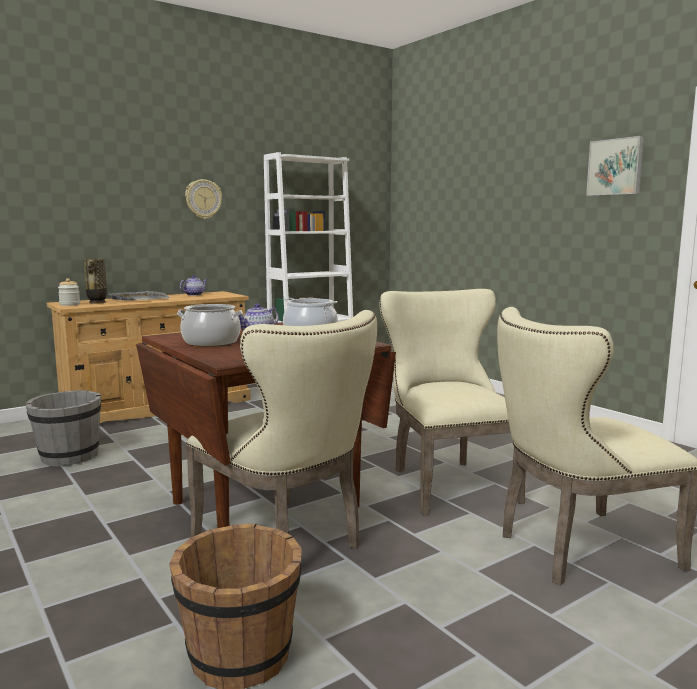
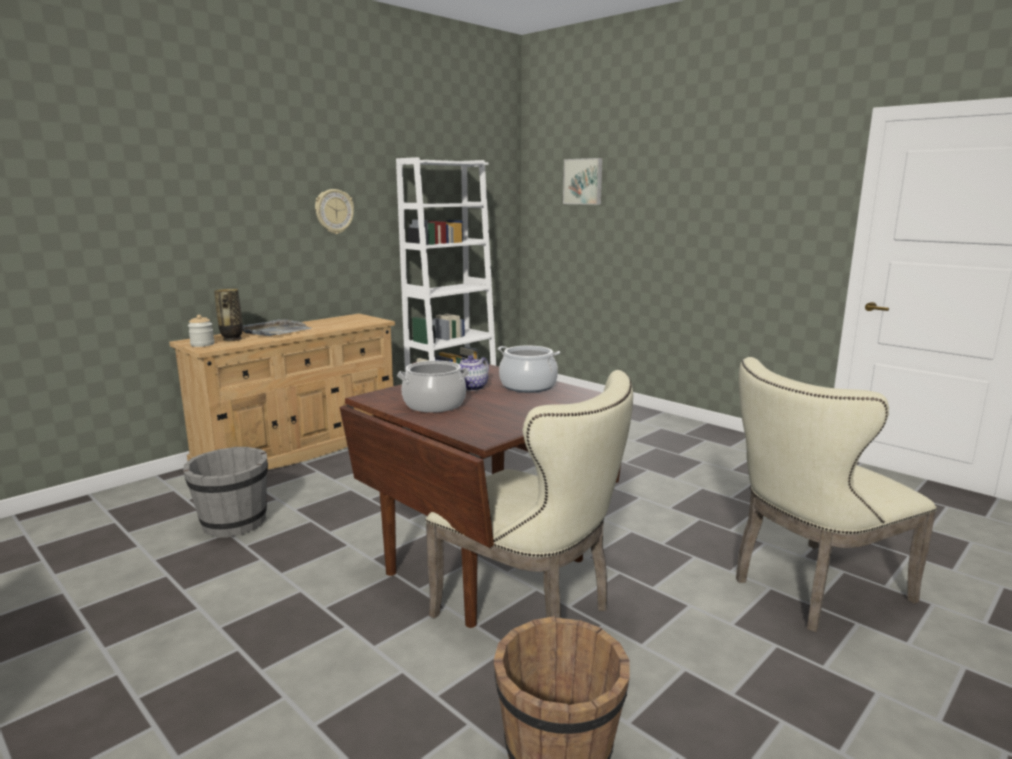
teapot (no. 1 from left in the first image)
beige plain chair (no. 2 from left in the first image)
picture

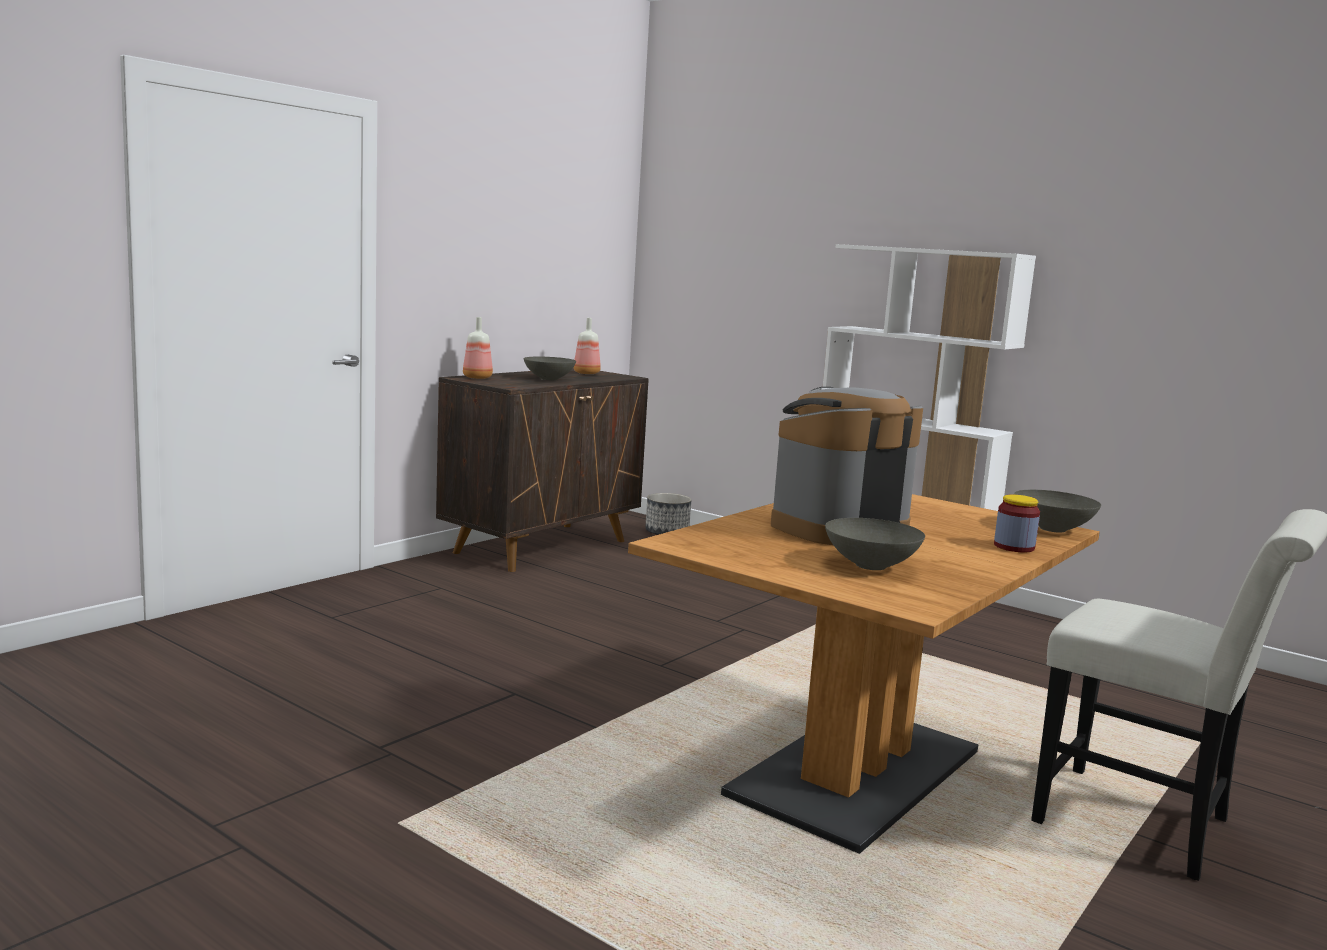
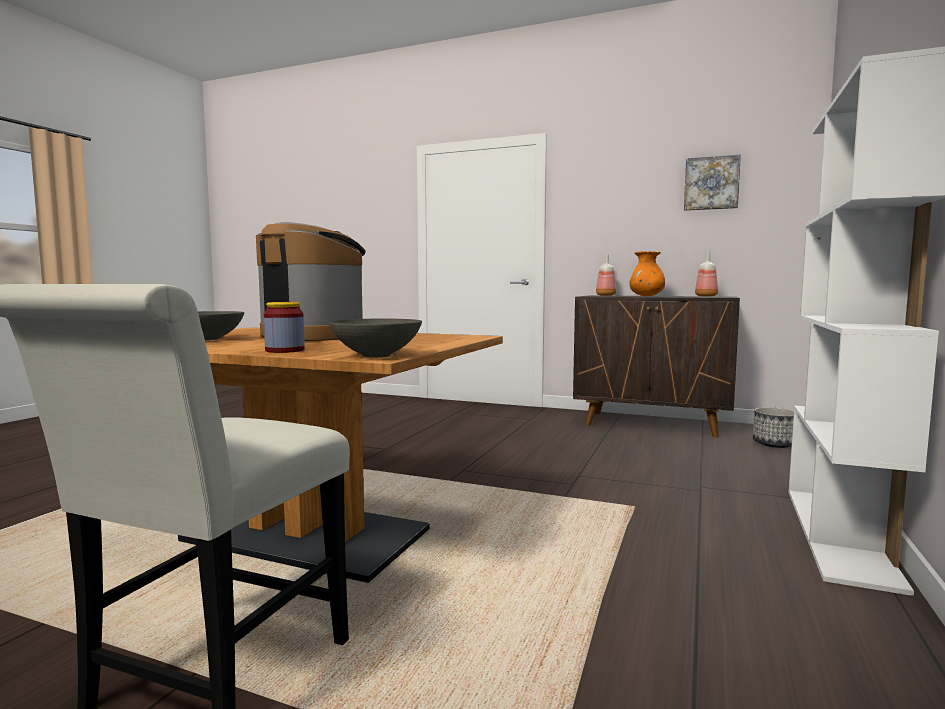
orange-coloured vase
picture

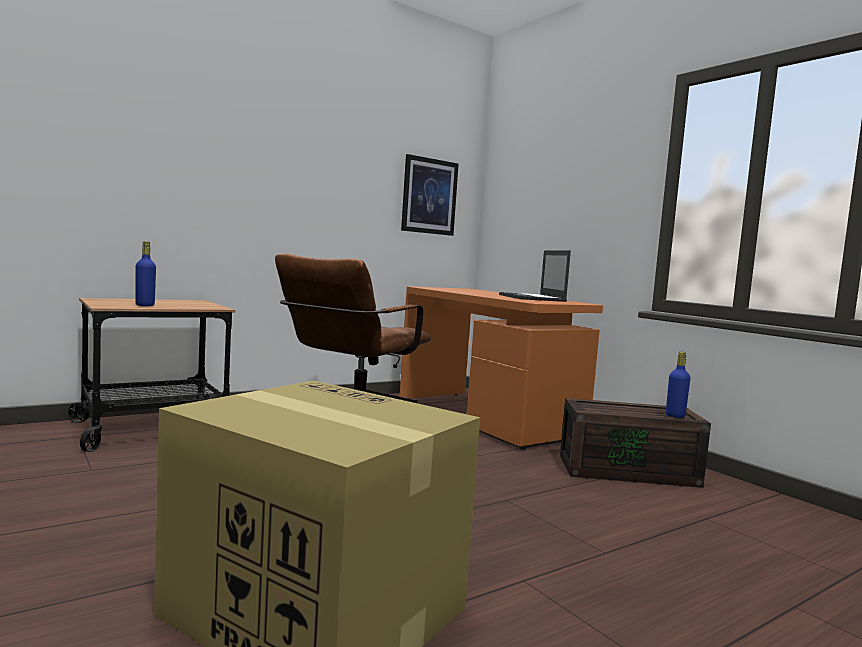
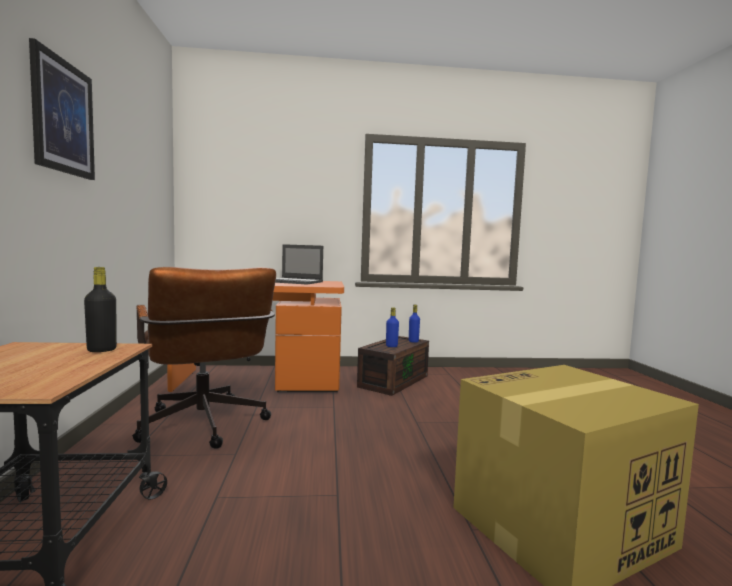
blue-coloured bottle (no. 1 from left)
picture
blackish bottle

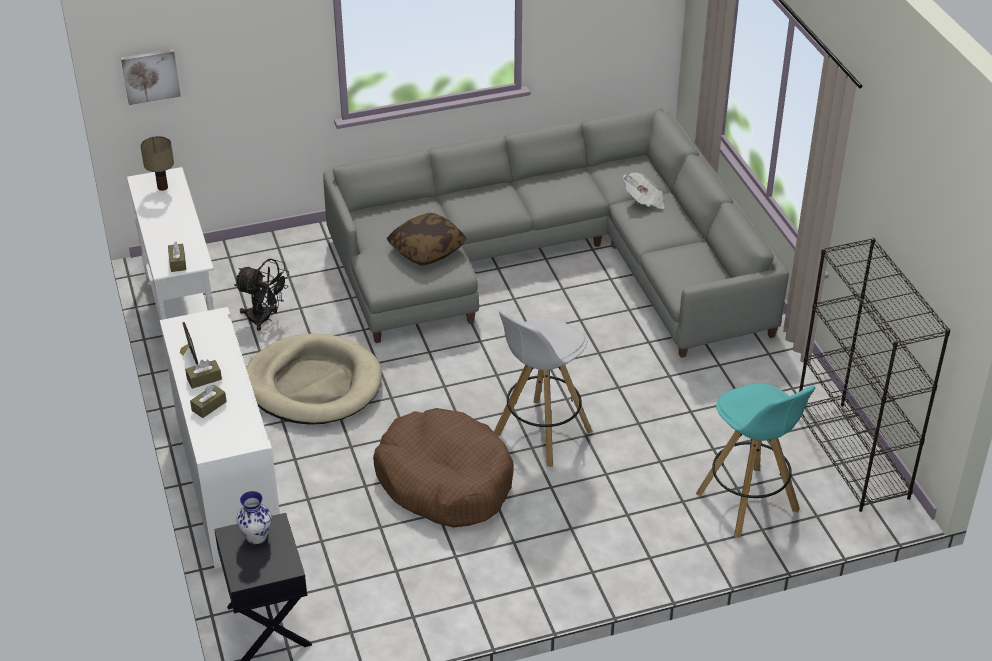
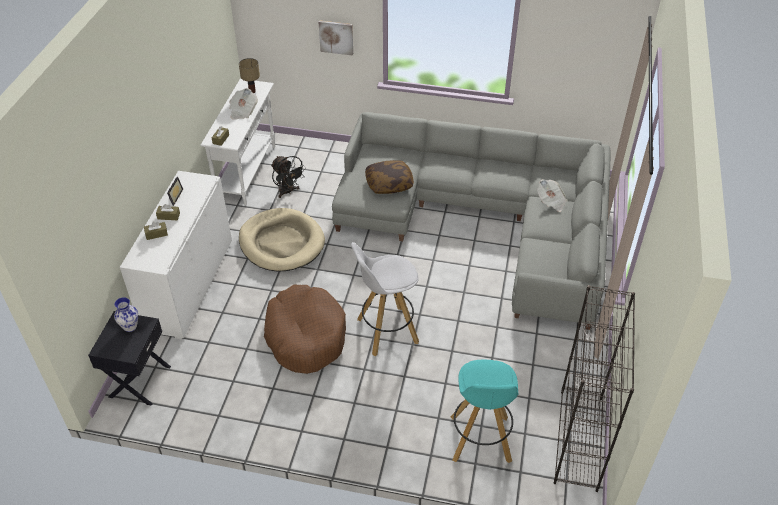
picture
daily paper (no. 1 from left)

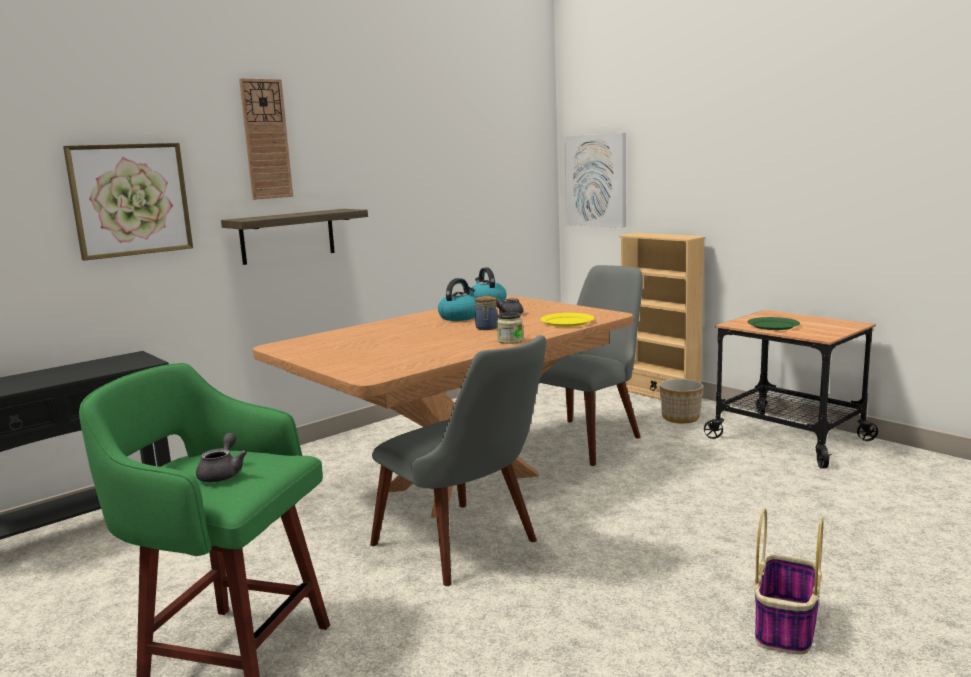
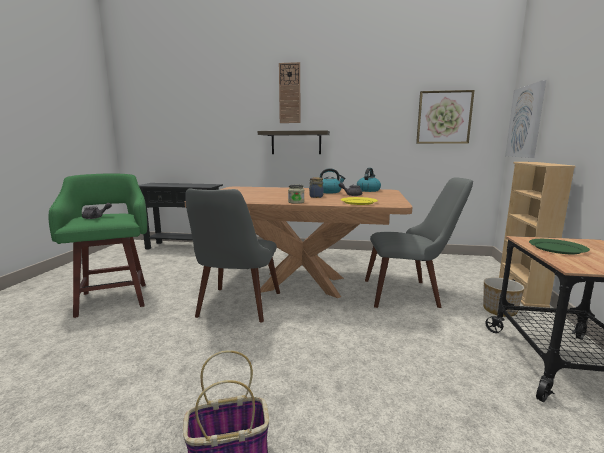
picture (no. 1 from left)

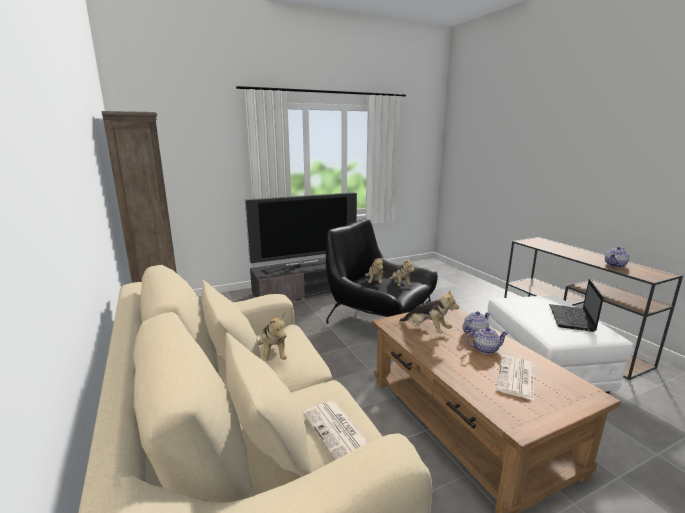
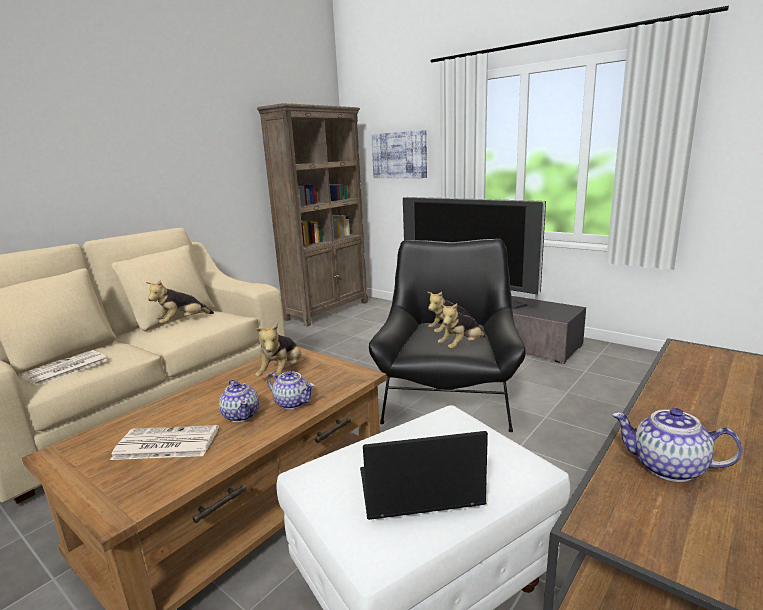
picture

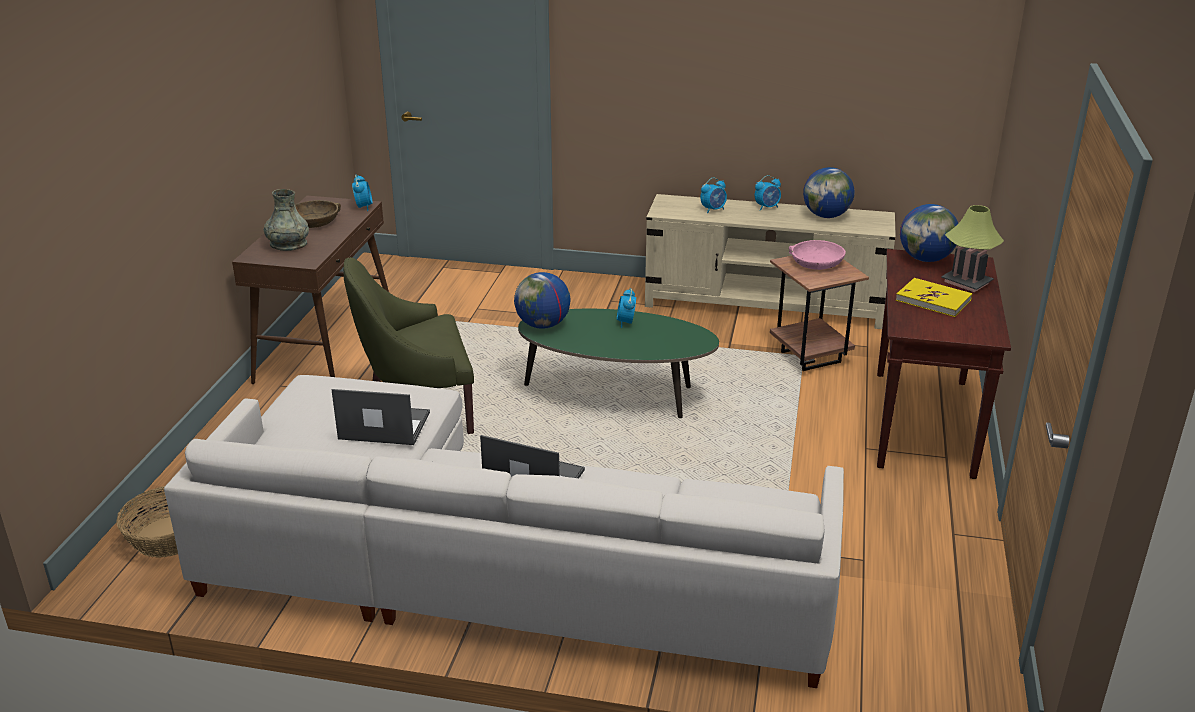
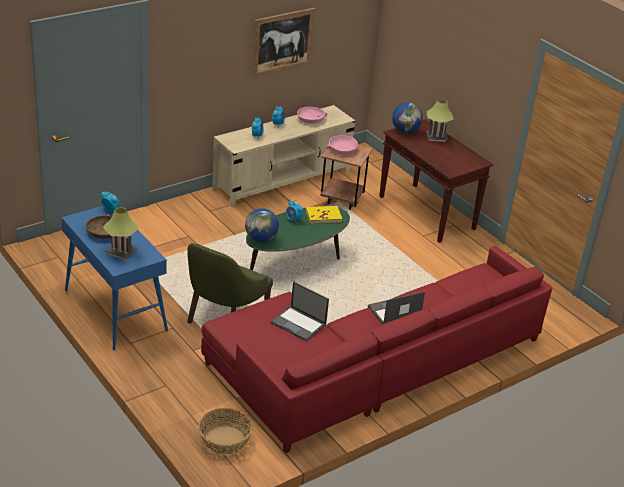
red settee
blue-coloured narrow table
lamp for a table (no. 1 from left)
notebook computer (no. 1 from left)
pinkish serving bowl (no. 1 from left)
yellow volume
picture

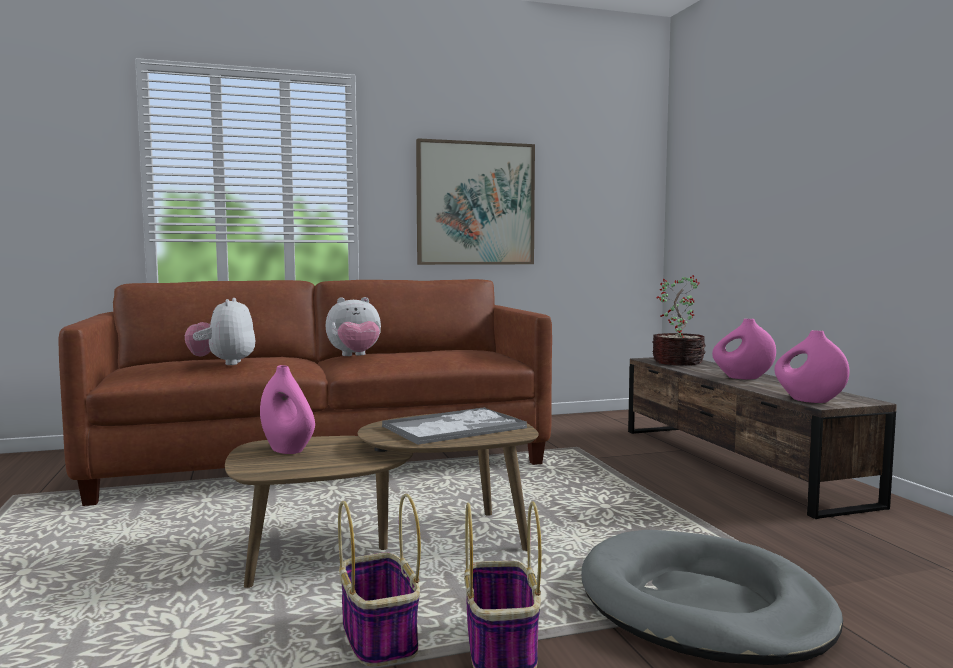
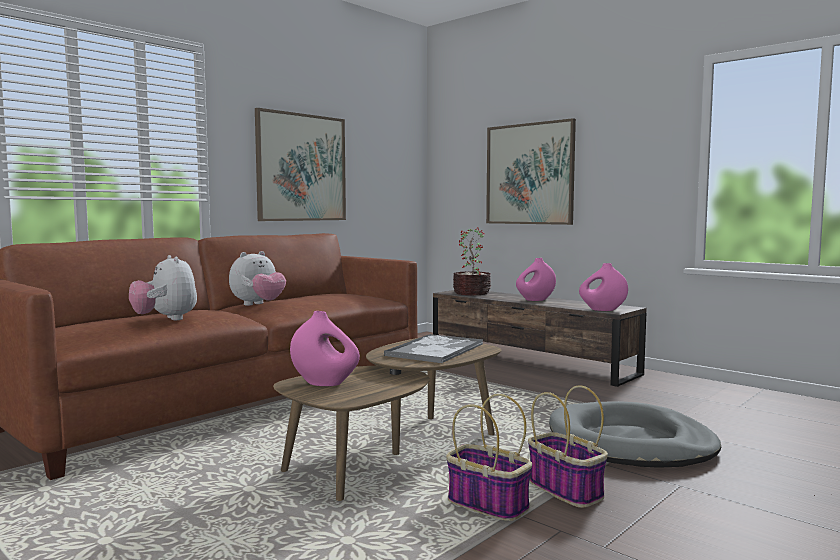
picture (no. 2 from left)

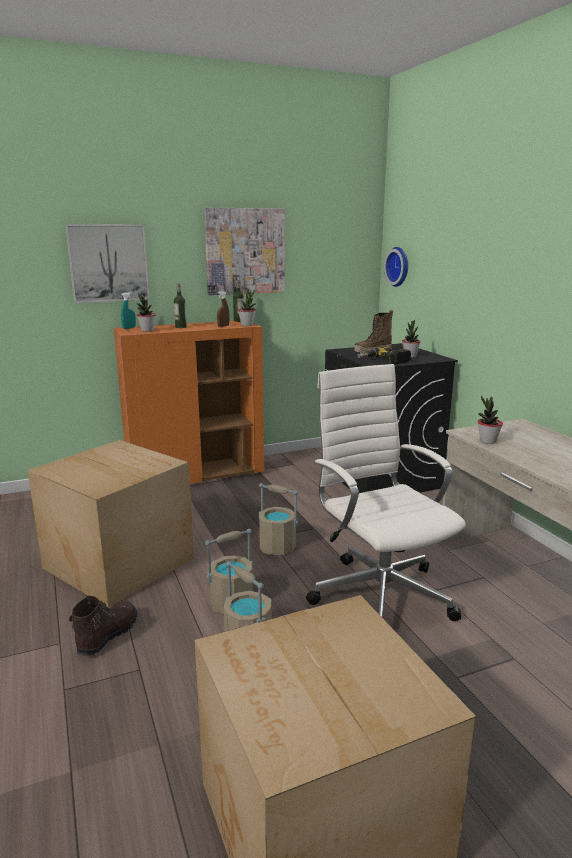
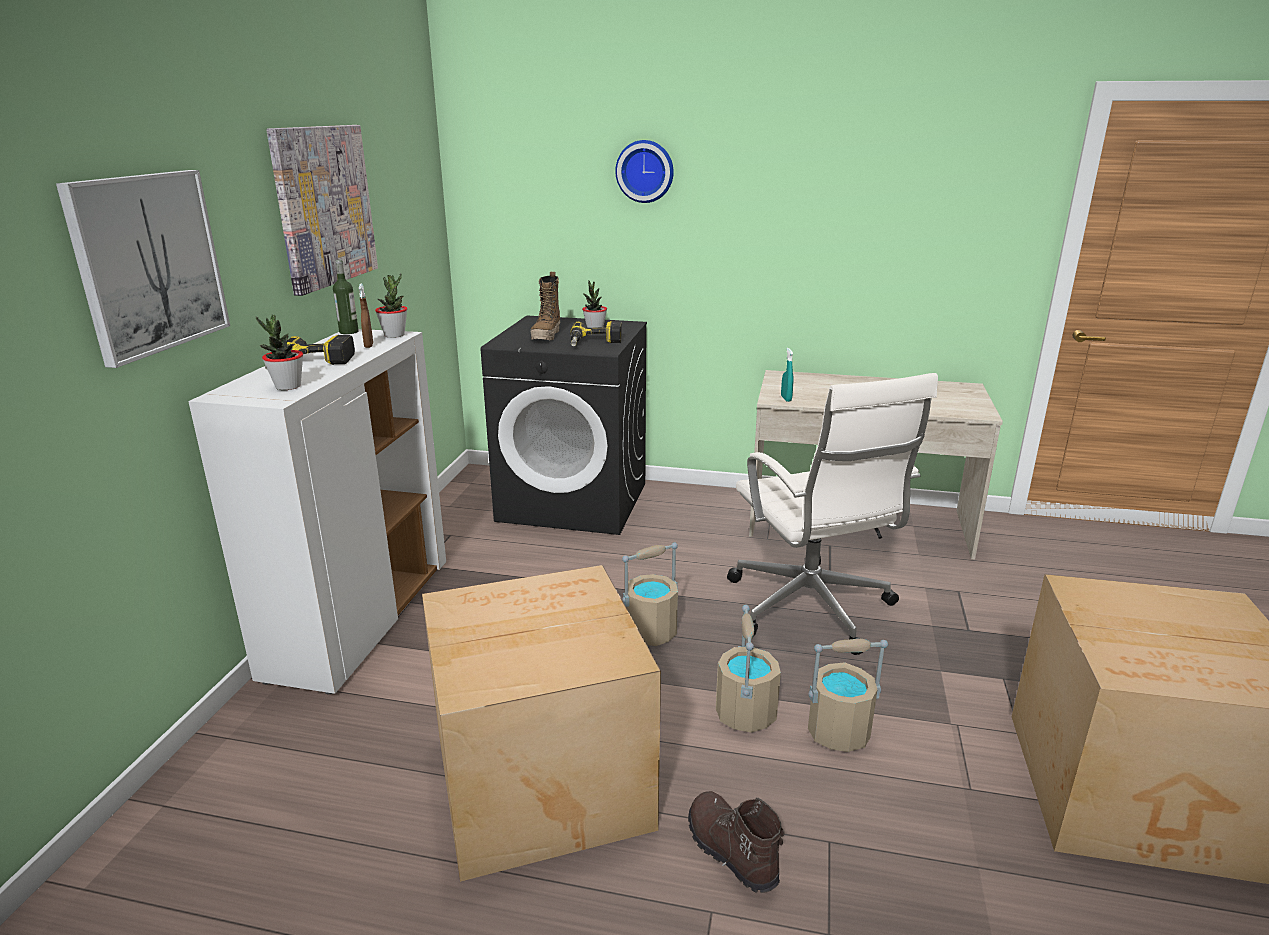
white-coloured cabinet
turquoise hand sprayer
drill (no. 1 from left)
white-coloured desk chair
hanging clock
plant in a pot (no. 4 from left in the first image)

